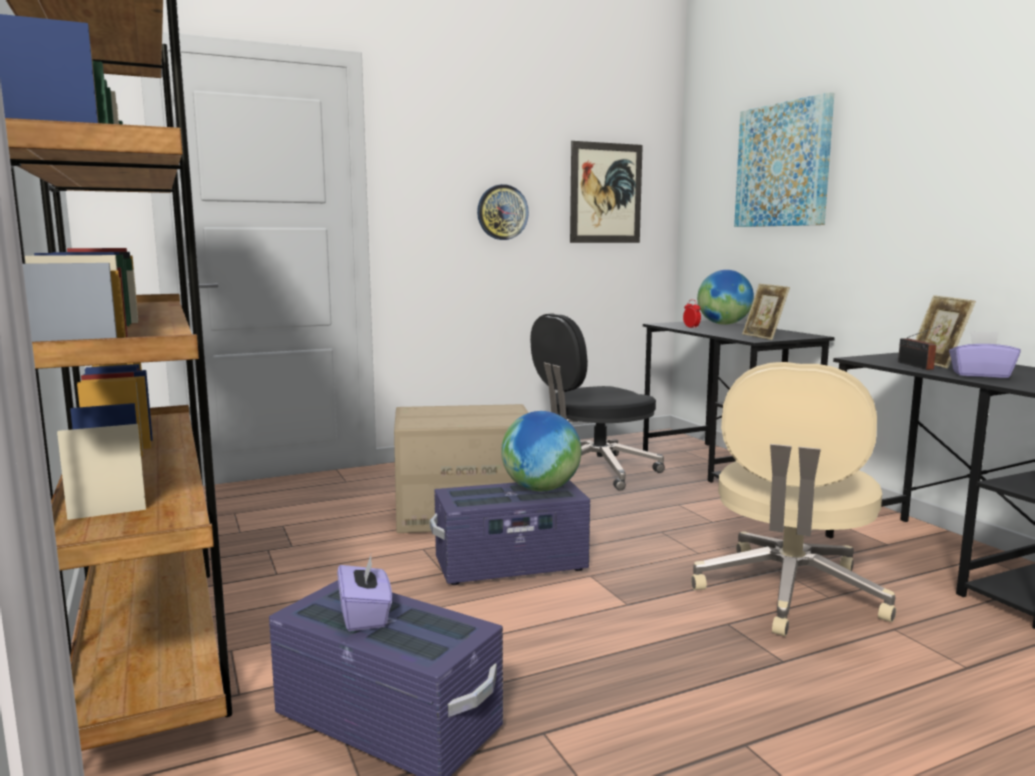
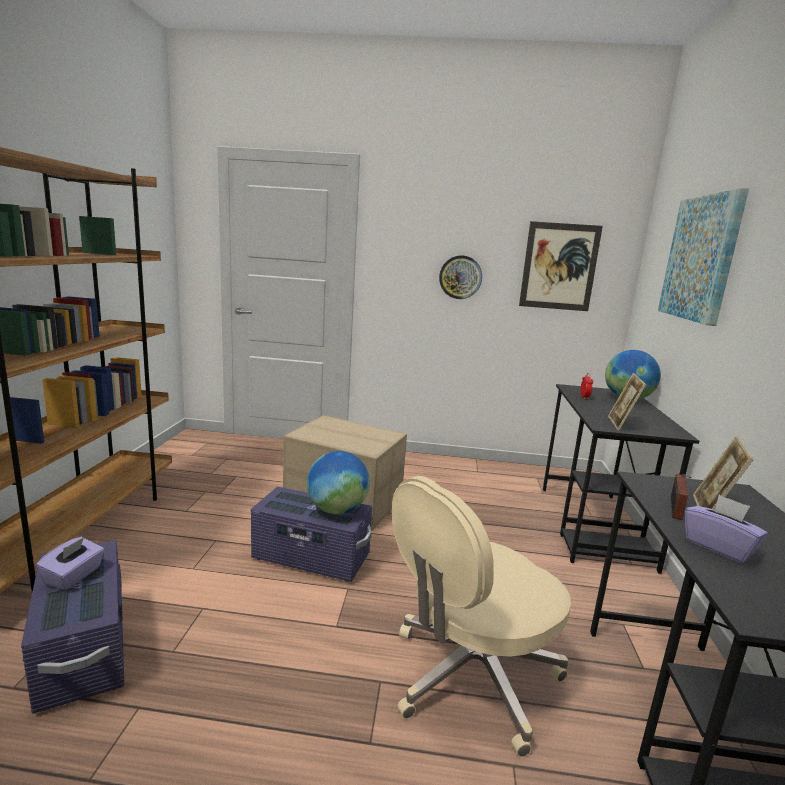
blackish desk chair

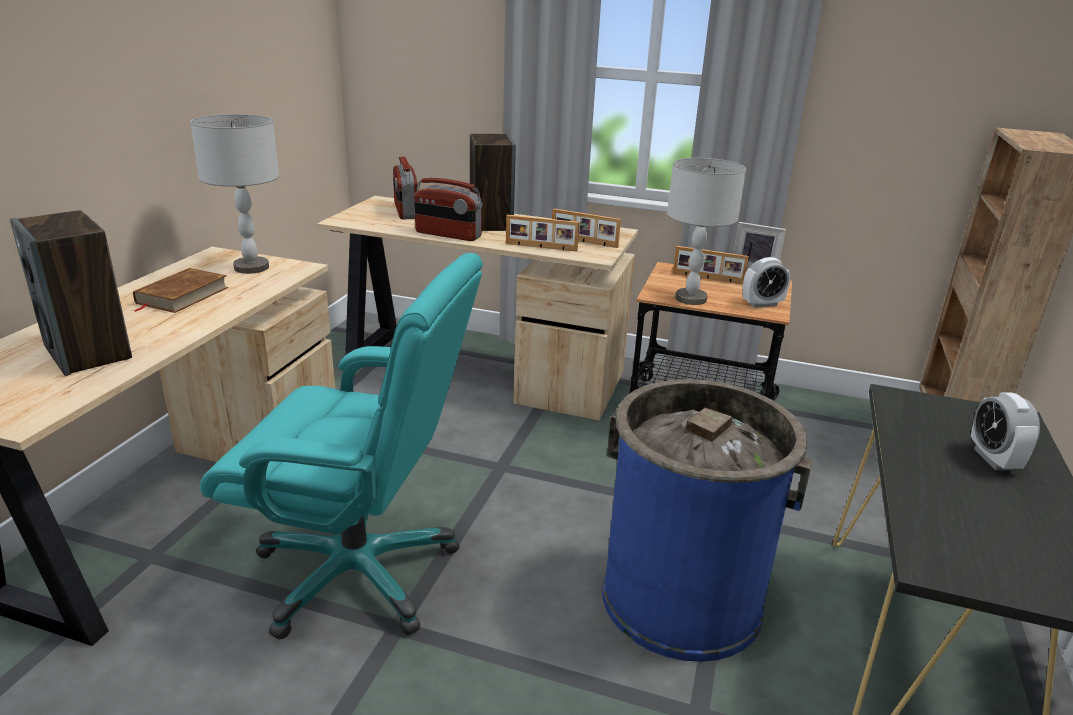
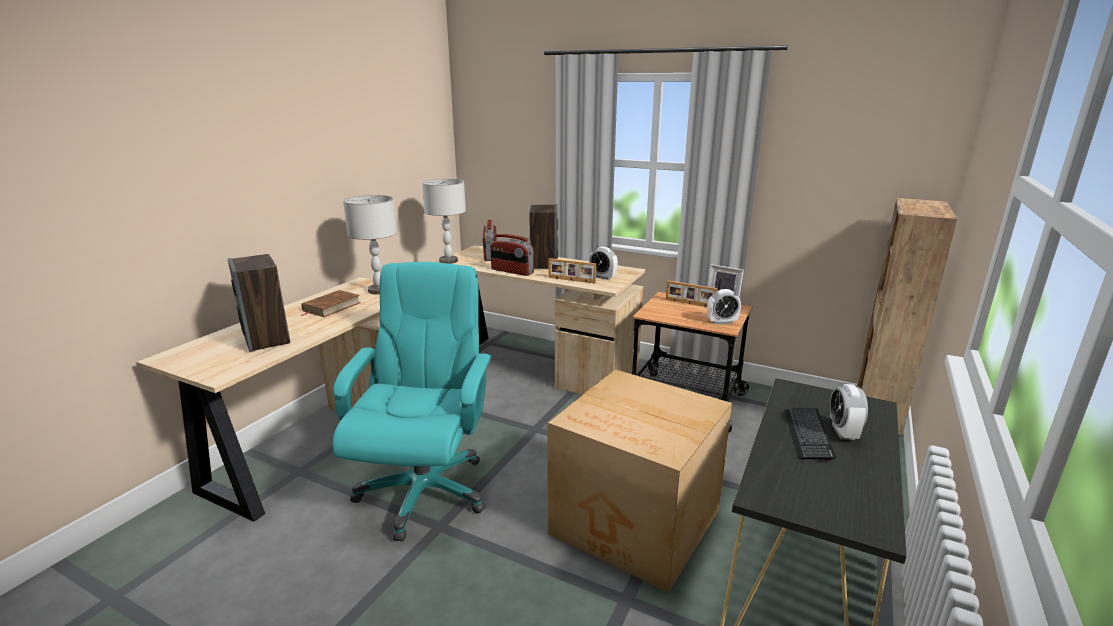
turquoise desk chair
bedside clock (no. 1 from left)
packing box
gray lamp for a table (no. 2 from left)
computer keyboard

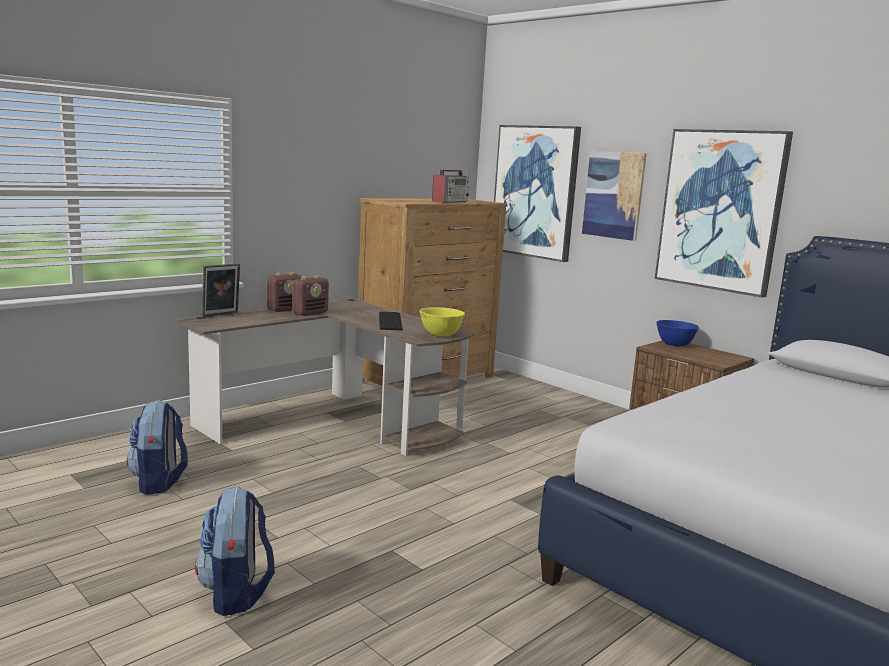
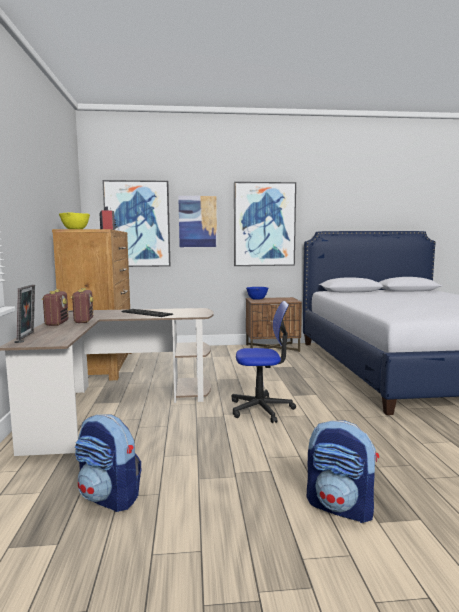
yellow serving bowl
desk chair

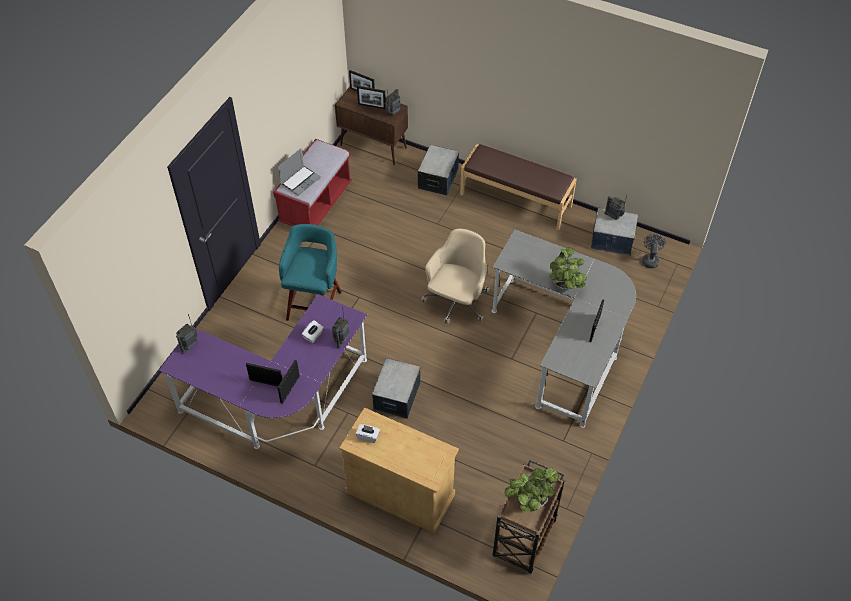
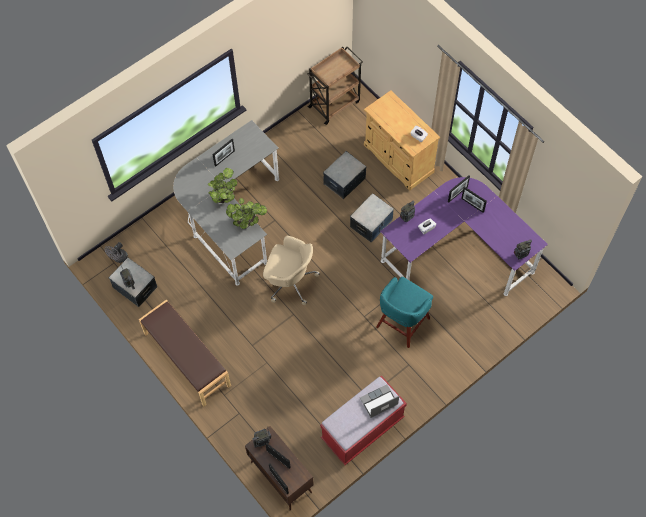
storage container (no. 2 from left)
beige desk chair
plant in a pot (no. 2 from left)

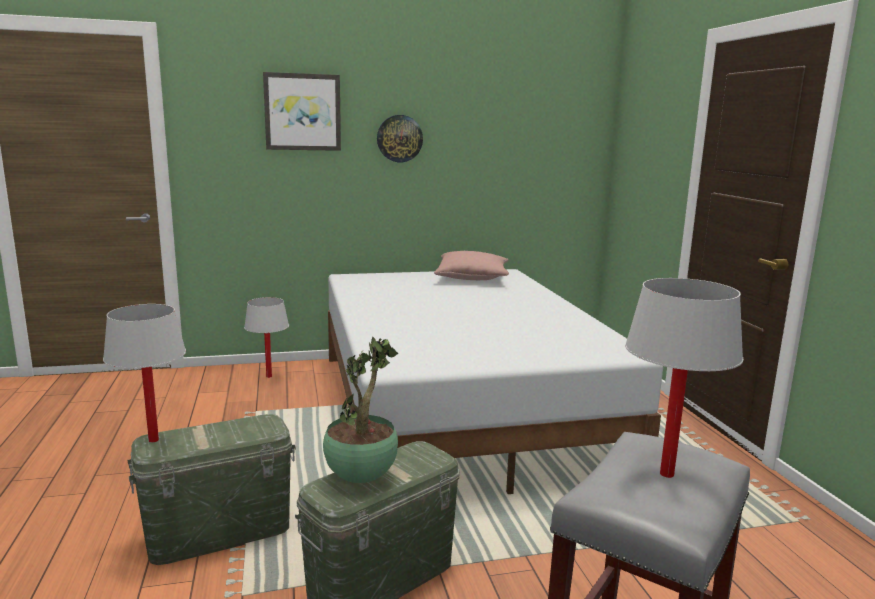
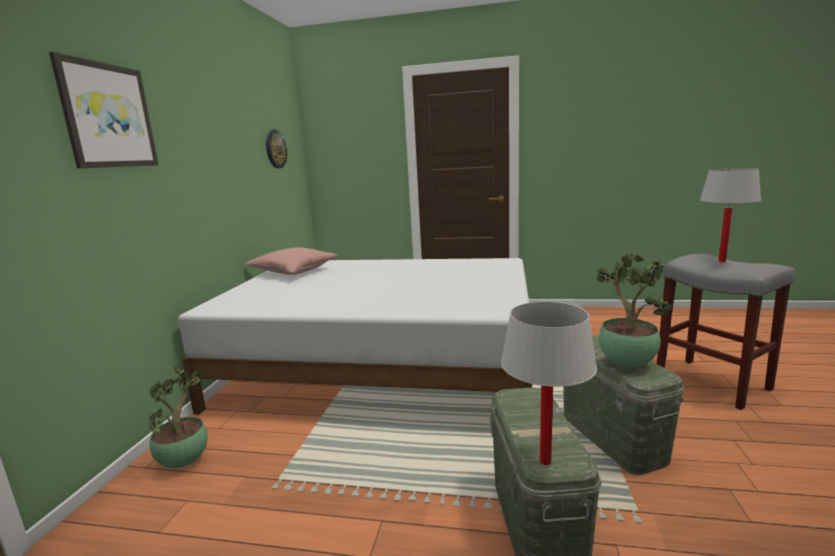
plant in a pot (no. 1 from left)
hanging clock

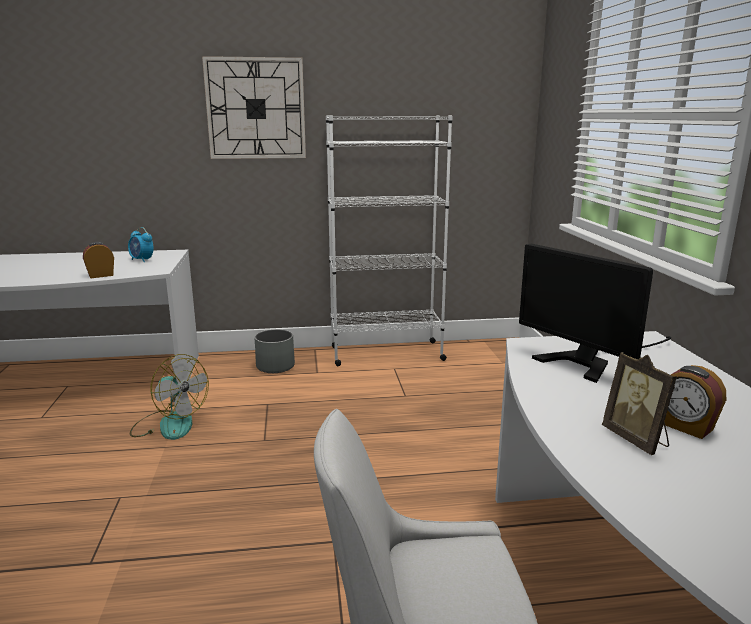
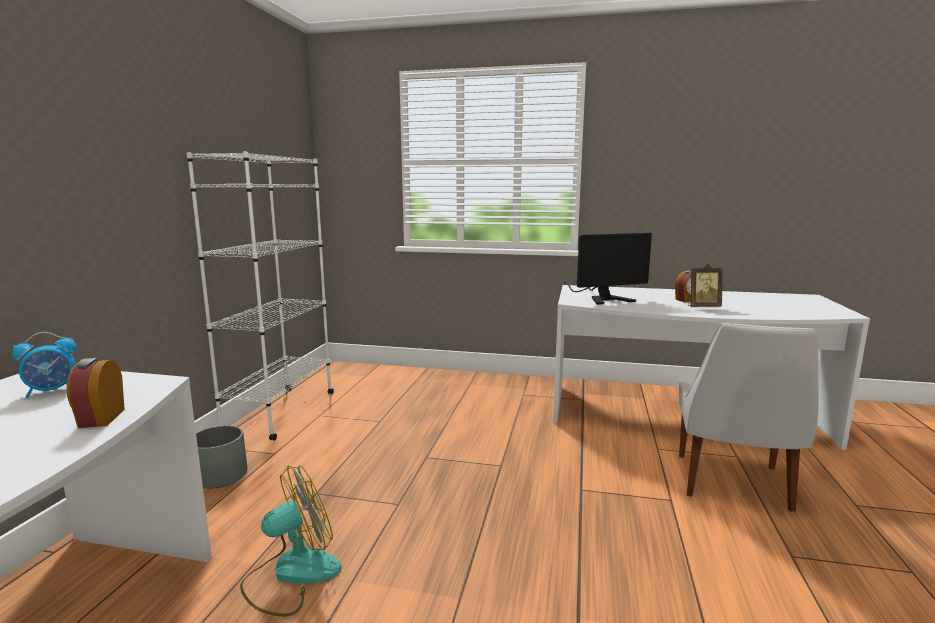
hanging clock

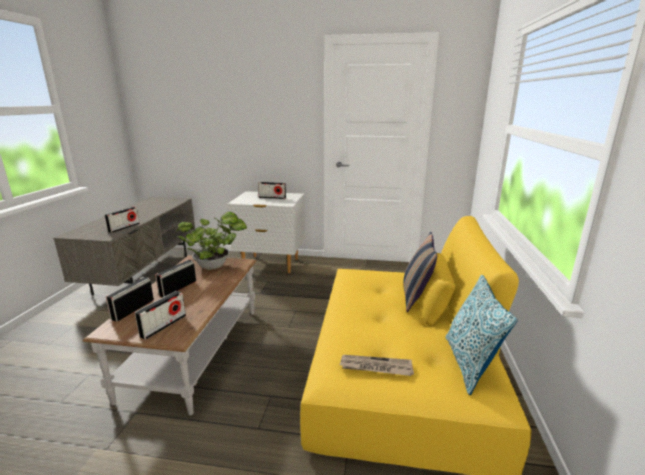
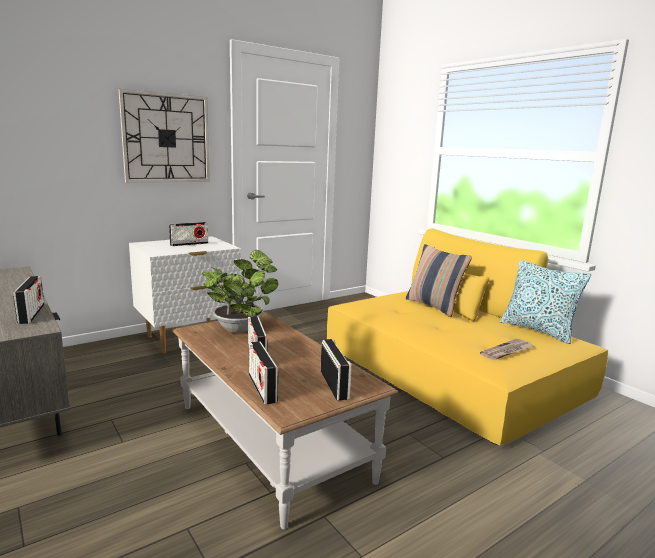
hanging clock

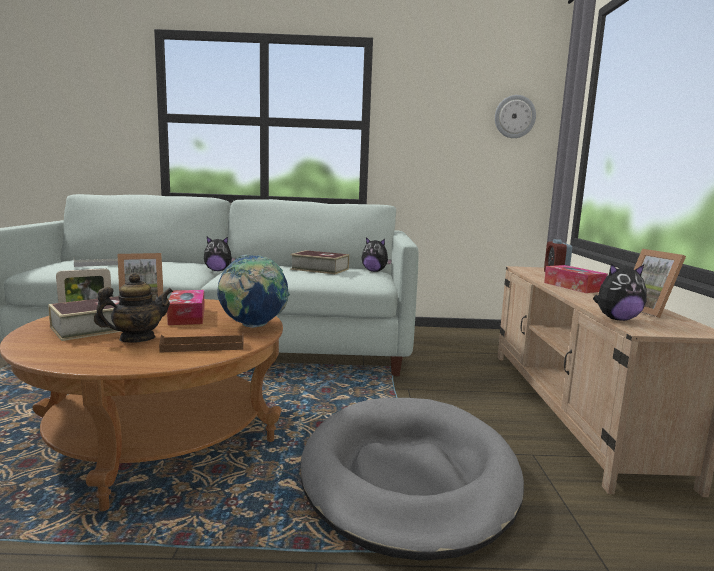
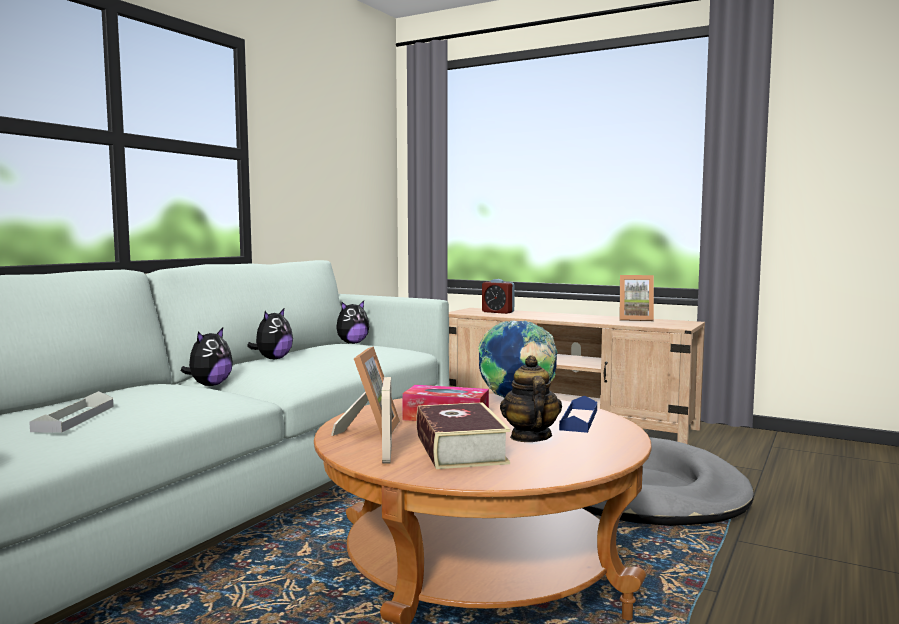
blue-coloured carrying tray
volume (no. 2 from left in the first image)
hanging clock
box of tissues (no. 2 from left in the first image)
cuddly toy (no. 2 from left)

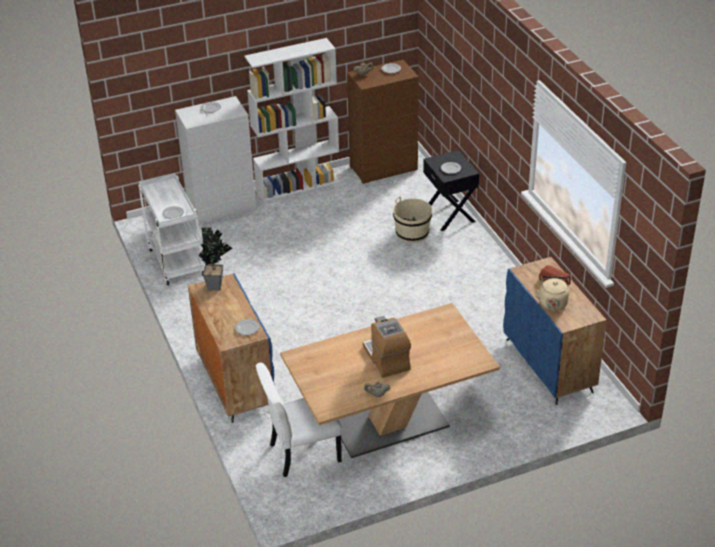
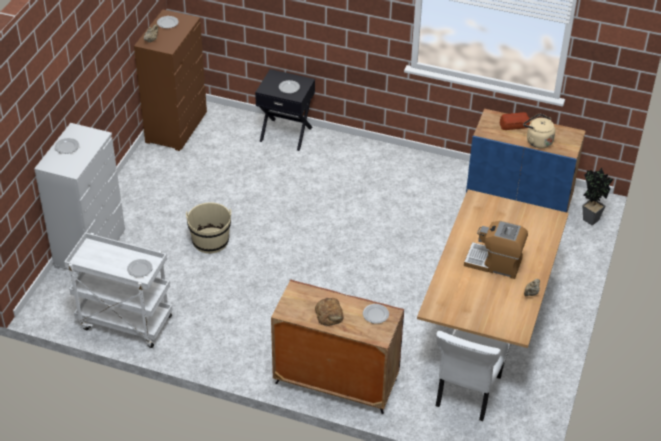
brownish cabinet
plant in a pot
white-coloured bookshelf
beige bucket
bakery bread (no. 1 from left)

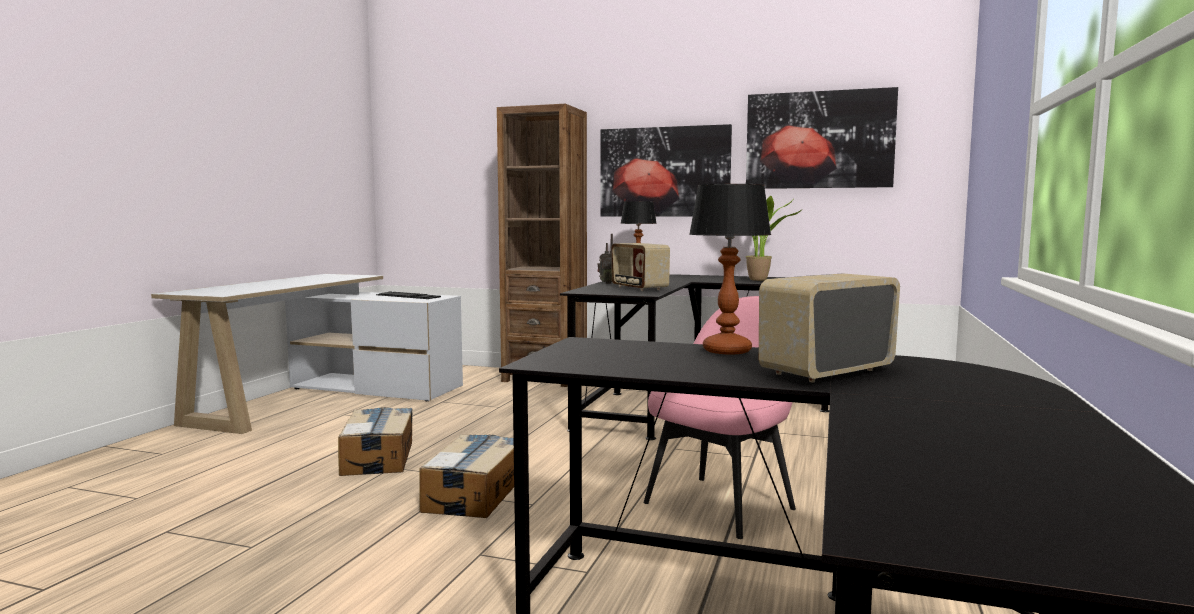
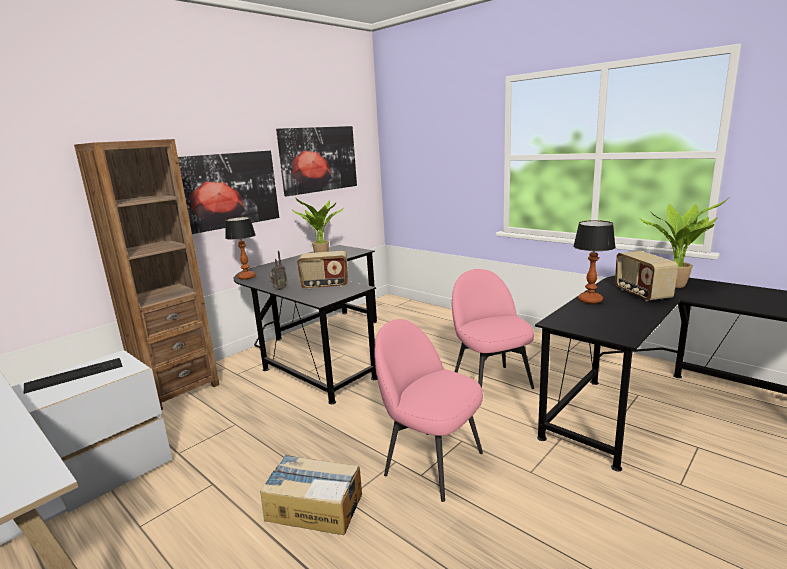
pinkish plain chair (no. 1 from left)
plant in a pot (no. 2 from left)

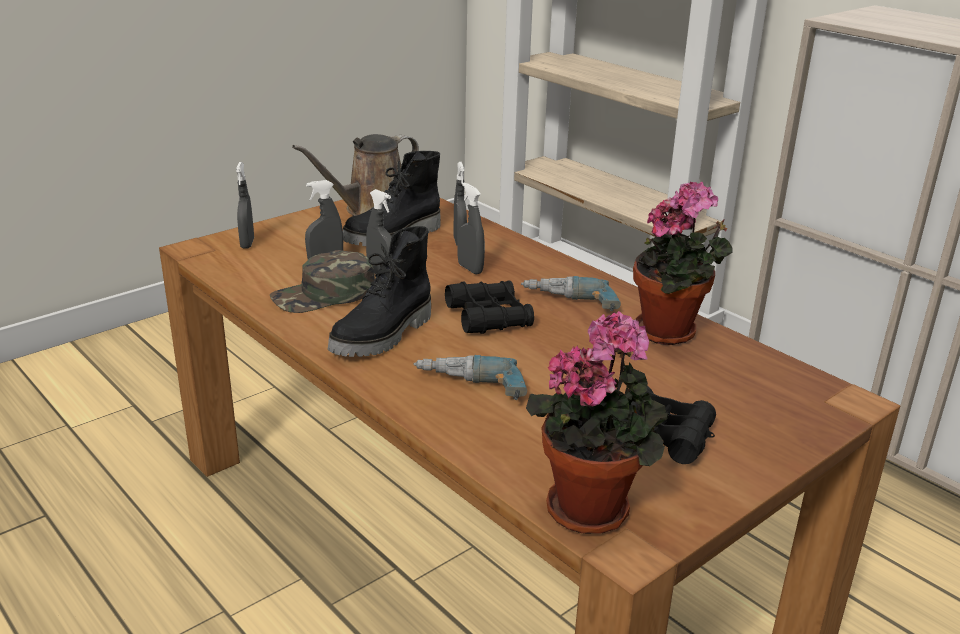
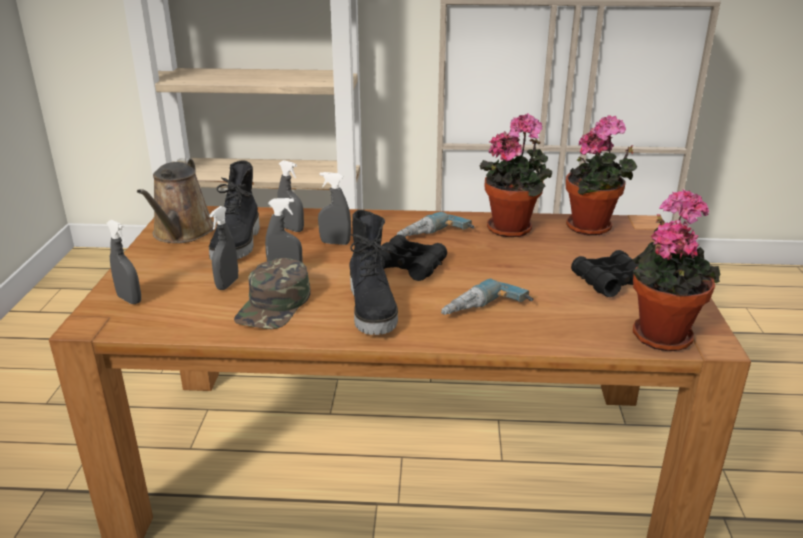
plant in a pot (no. 2 from left)

